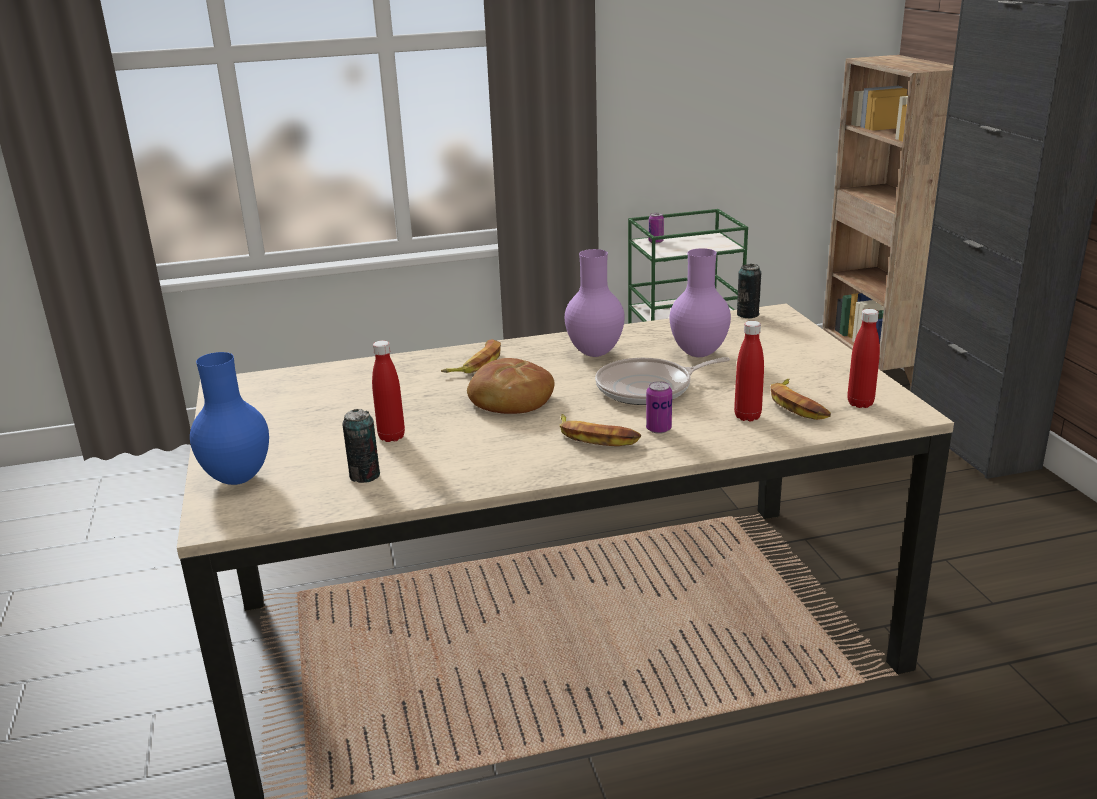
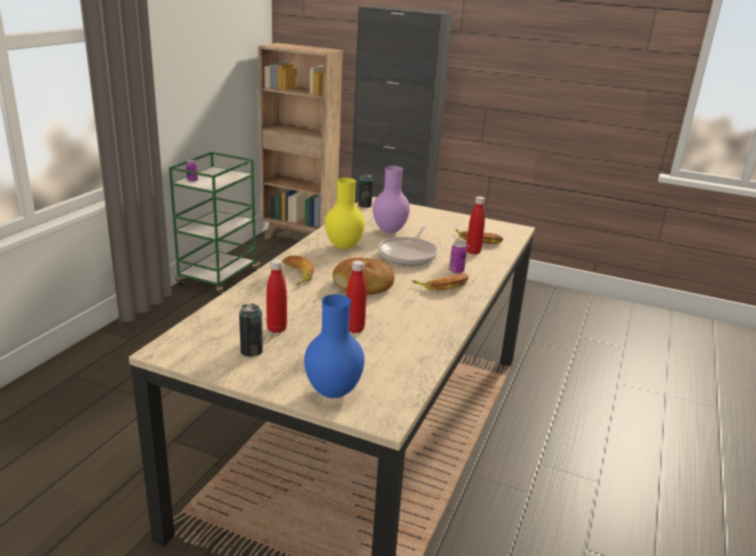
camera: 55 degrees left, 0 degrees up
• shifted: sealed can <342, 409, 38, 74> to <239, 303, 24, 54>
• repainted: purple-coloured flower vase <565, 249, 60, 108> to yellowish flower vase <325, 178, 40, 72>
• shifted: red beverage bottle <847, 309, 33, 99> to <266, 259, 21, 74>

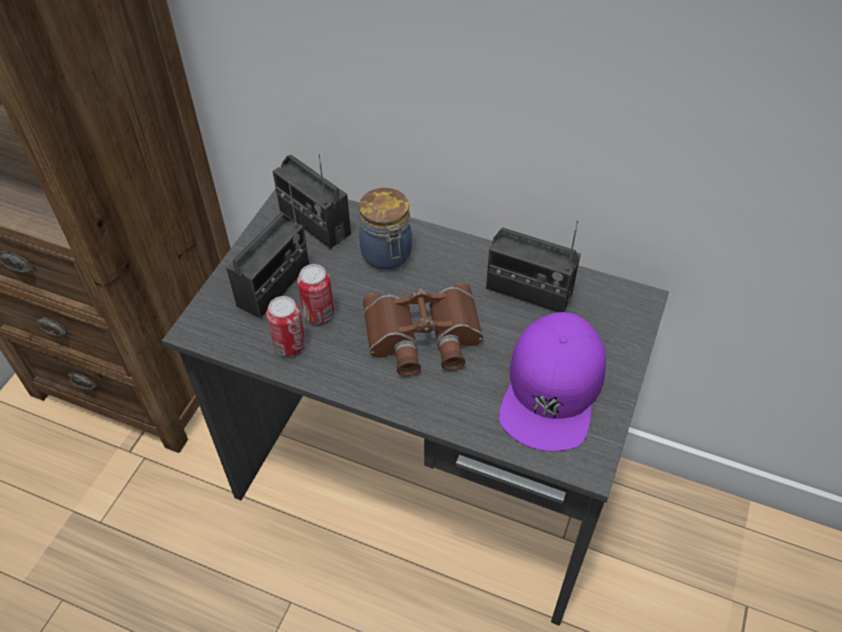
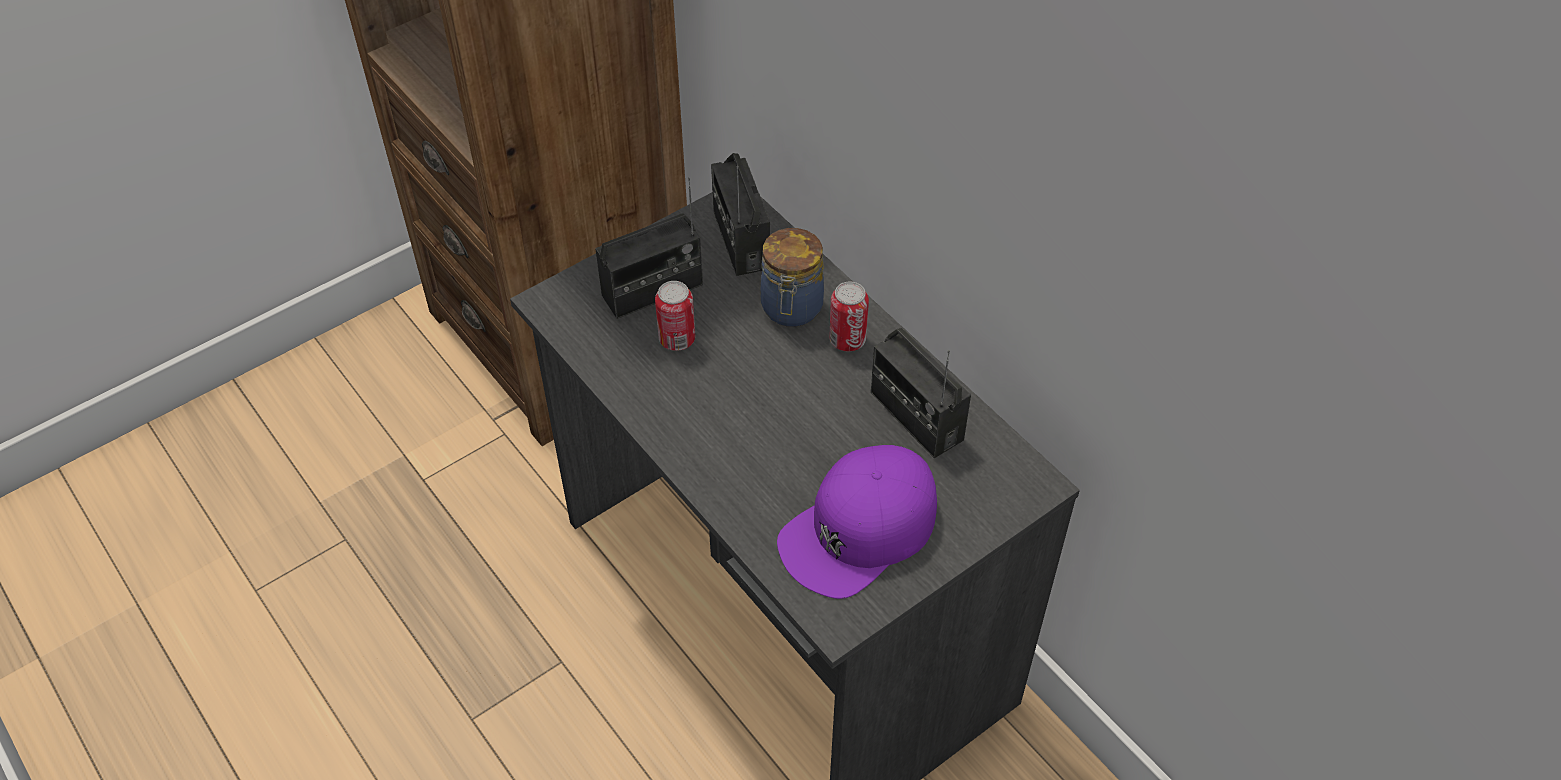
camera: 30 degrees right, 0 degrees up
• shifted: sealed can <266, 296, 40, 60> to <829, 281, 40, 70>
• gone: brownish field glasses <363, 283, 120, 93>

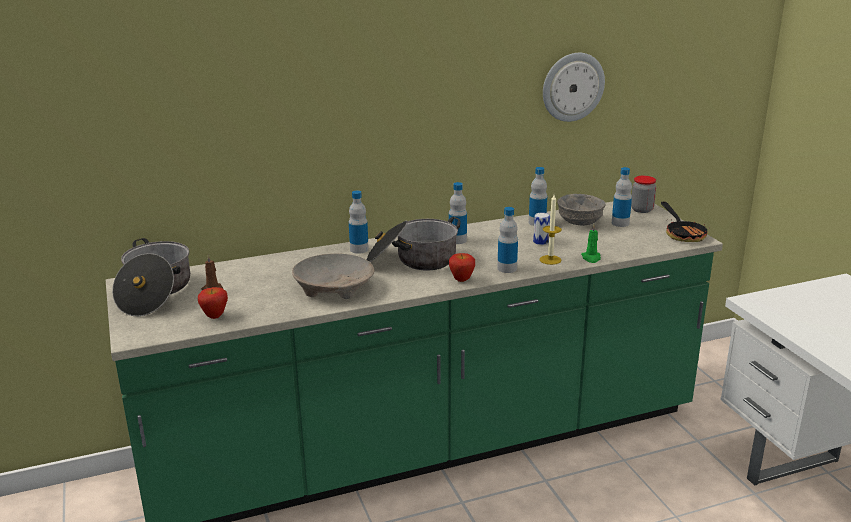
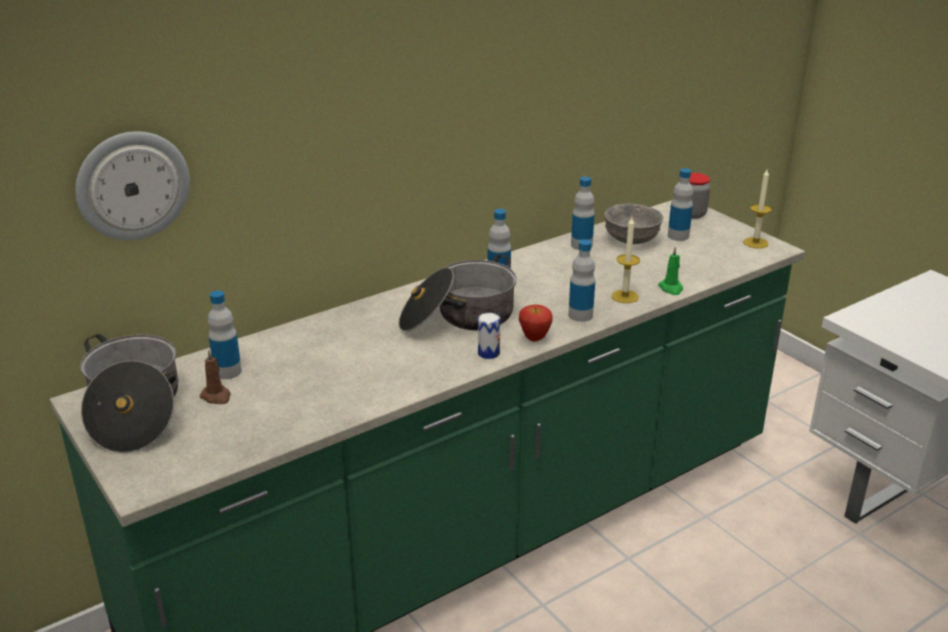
camera: 15 degrees left, 5 degrees up
• gone: whole apple <198, 287, 30, 32>
• gone: beige-coloured deep dish <292, 253, 83, 46>
• shifted: beverage bottle <349, 191, 20, 63> to <208, 291, 34, 88>
• shifted: sealed can <533, 212, 17, 33> to <478, 313, 22, 46>
• shifted: hanging clock <543, 53, 62, 69> to <75, 131, 115, 109>
• swapped: pan <661, 201, 47, 41> to wax light <743, 170, 29, 79>

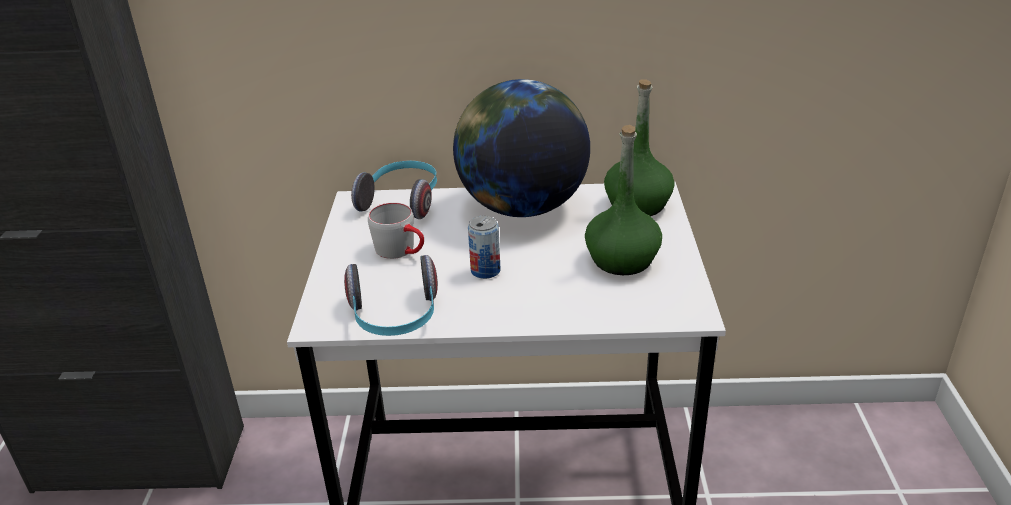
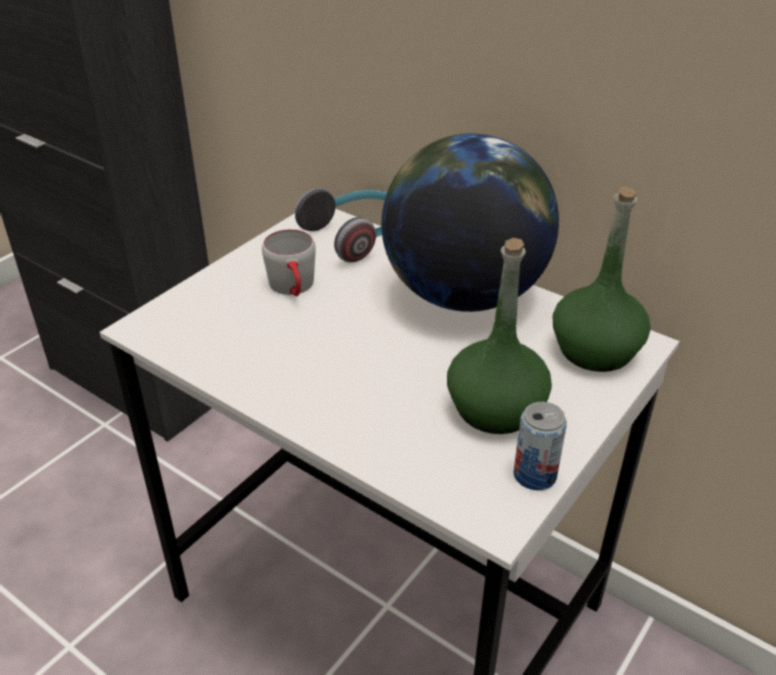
camera: 35 degrees right, 5 degrees up
• gone: pair of headphones <344, 255, 94, 81>
• shifted: sealed can <468, 216, 32, 63> to <513, 402, 54, 88>

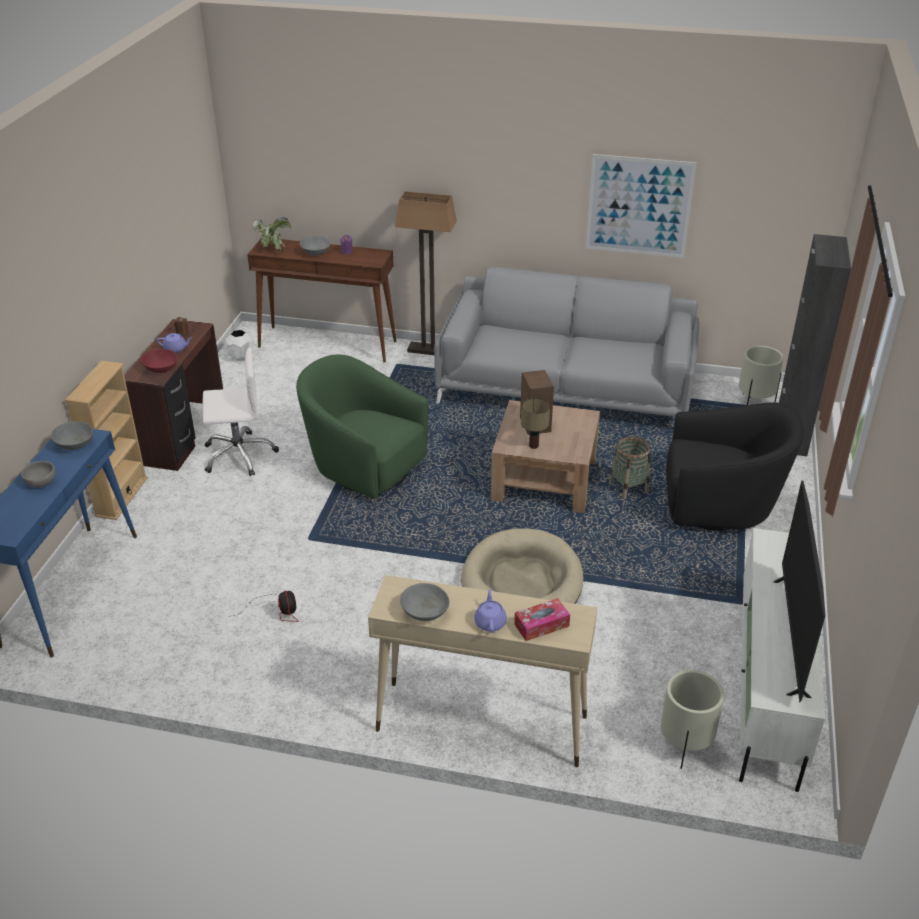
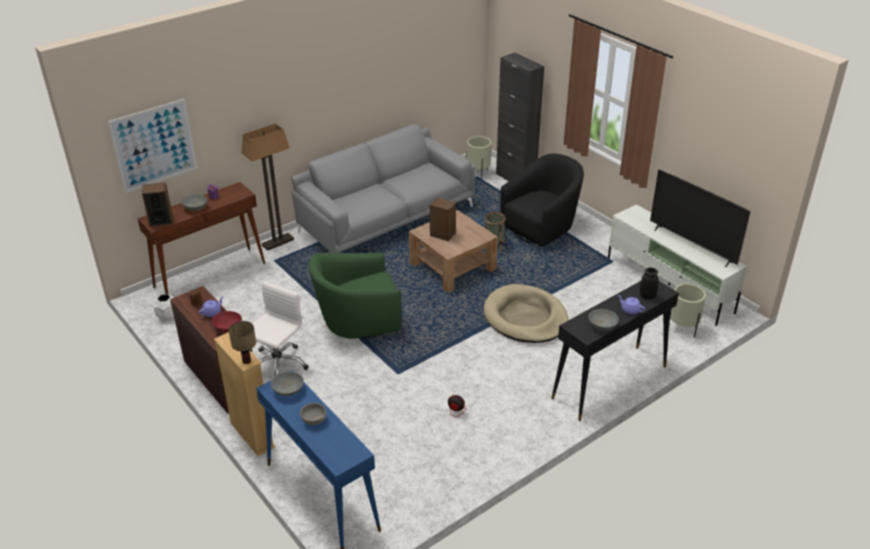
camera: 50 degrees left, 0 degrees up
• swapped: houseplant <253, 217, 38, 34> to speaker <142, 182, 31, 45>
• repainted: beige-coloured narrow table <368, 575, 229, 192> to blackish narrow table <551, 281, 128, 140>
• swapped: tissue holder <514, 598, 56, 43> to blackish flower vase <640, 268, 19, 31>
• shifted: lamp for a table <521, 398, 29, 51> to <229, 321, 27, 43>
• shifted: picture <586, 154, 111, 104> to <108, 99, 89, 94>

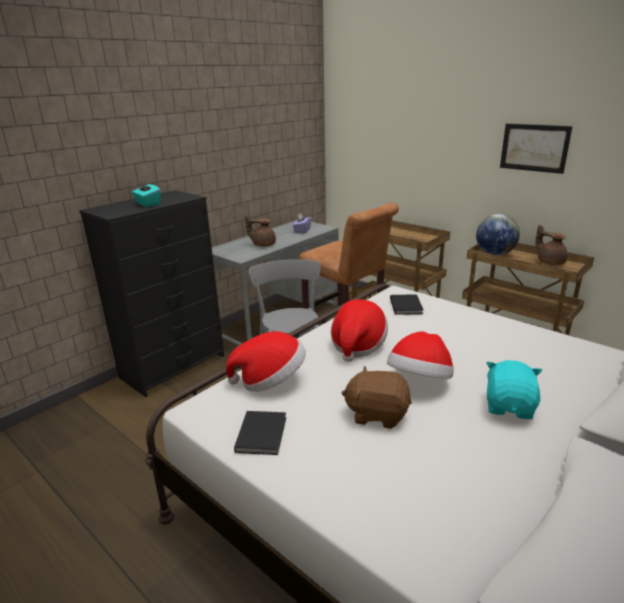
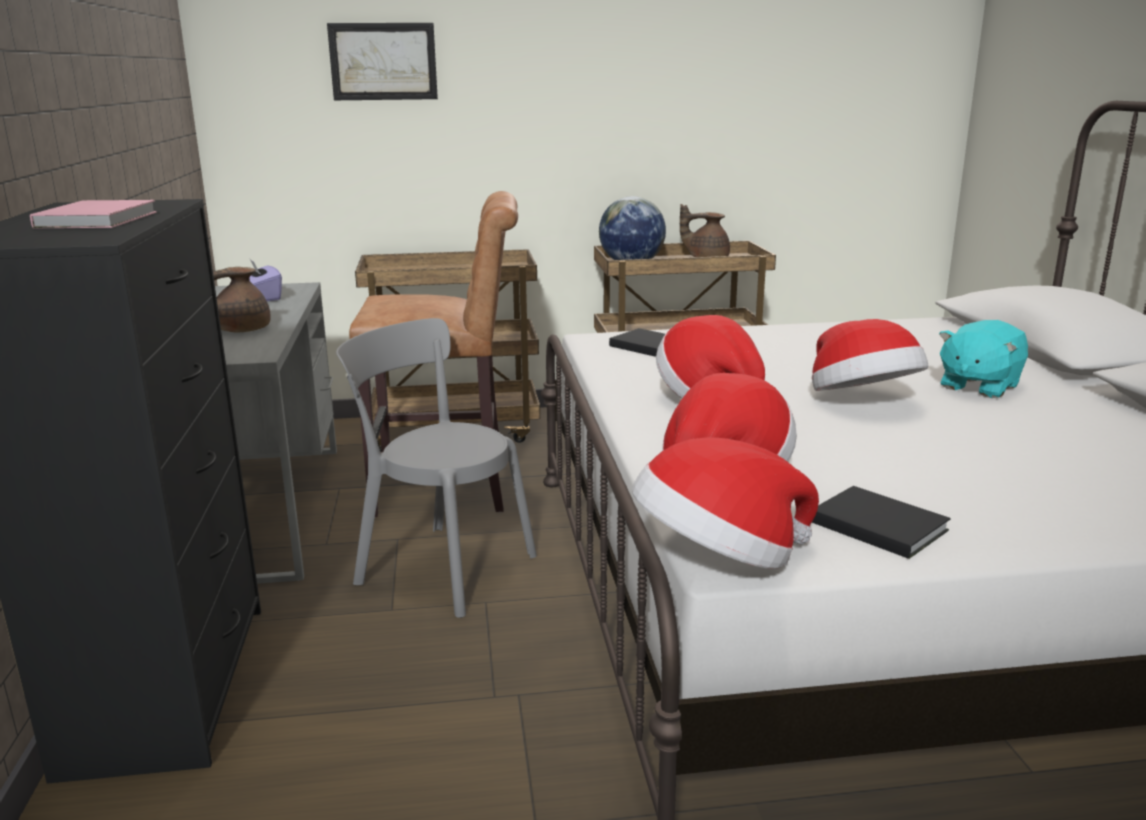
camera: 50 degrees left, 5 degrees down
• swapped: turquoise tissue holder <132, 181, 29, 26> to pinkish bound book <30, 200, 127, 28>
• gone: brownish cuddly toy <342, 366, 70, 63>
• rotated: turquoise cuddly toy <486, 360, 56, 59> = <939, 320, 89, 78> 105 degrees counterclockwise
• shifted: picture <500, 124, 73, 50> to <327, 23, 111, 77>
• new: hat <632, 437, 187, 132>

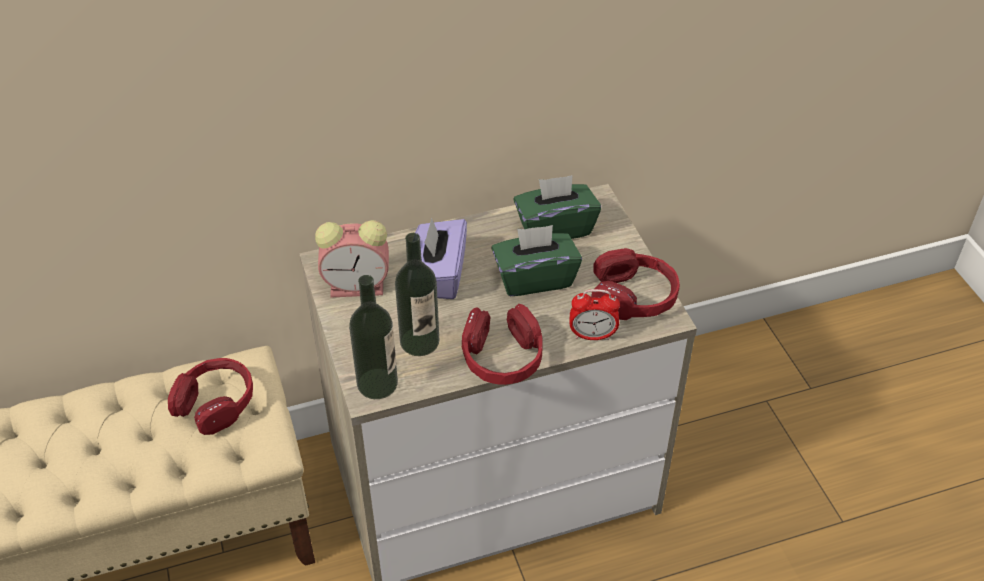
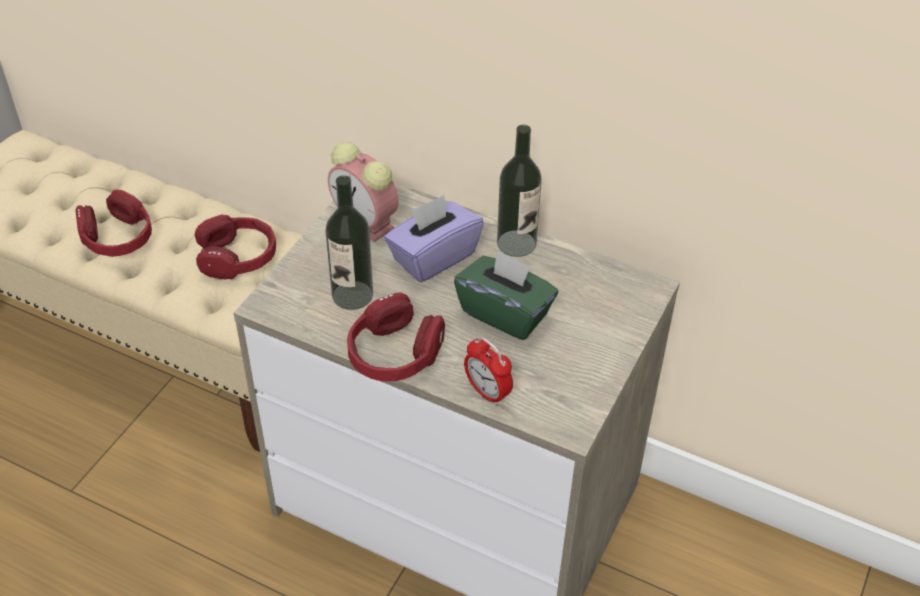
camera: 45 degrees right, 0 degrees up
• shifted: beverage bottle <349, 275, 49, 124> to <497, 125, 45, 132>
• gone: green tissue holder <513, 175, 88, 64>
• shifted: red pair of headphones <591, 248, 89, 72> to <75, 190, 77, 67>

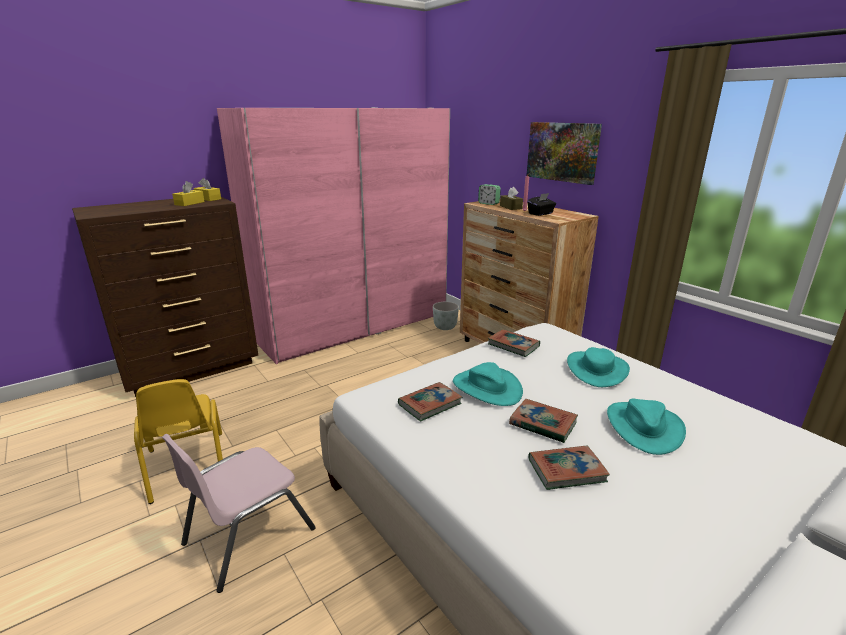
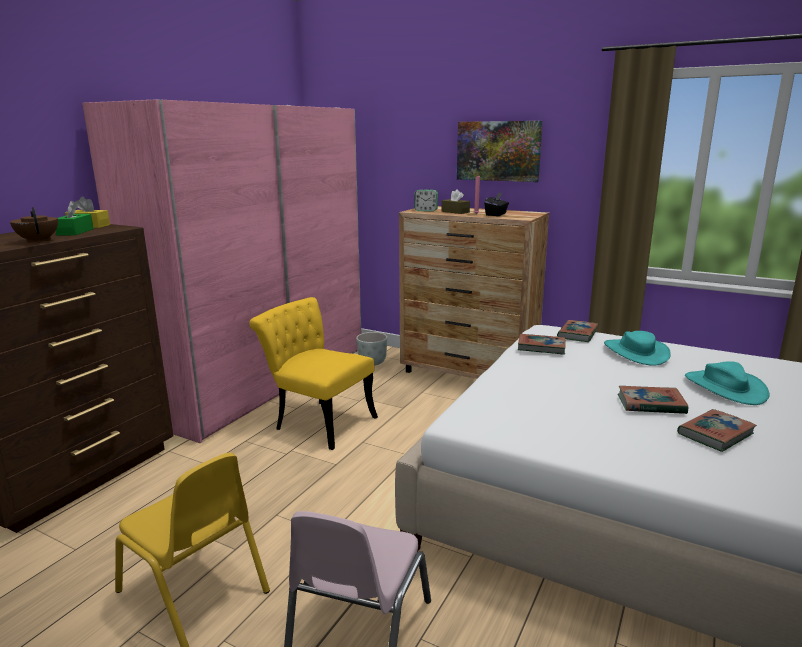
camera: 25 degrees left, 5 degrees down
• repainted: yellowish tissue holder <172, 181, 33, 25> to green tissue holder <55, 201, 39, 35>
• shifted: bound book <398, 382, 64, 39> to <557, 320, 41, 22>
• gone: turquoise hat <453, 362, 70, 44>
• new: brownish tea pot <10, 207, 48, 36>
• new: yellowish chair <249, 297, 129, 153>

